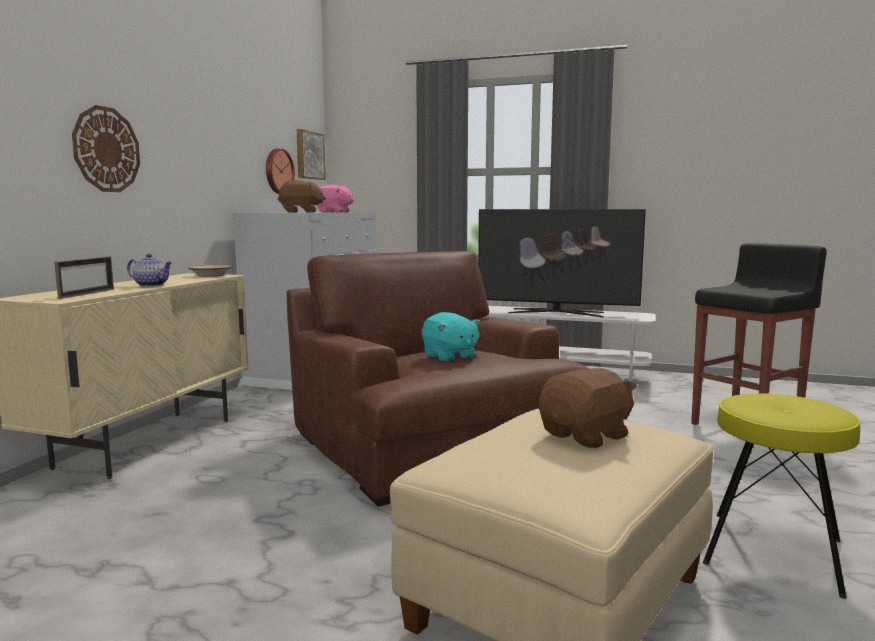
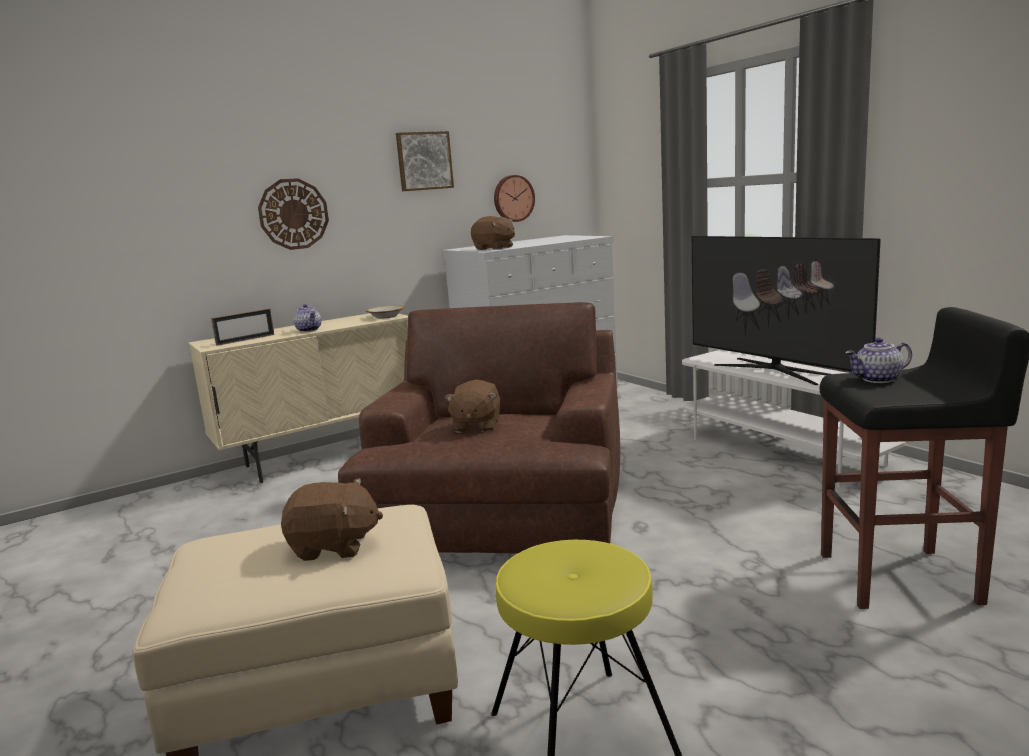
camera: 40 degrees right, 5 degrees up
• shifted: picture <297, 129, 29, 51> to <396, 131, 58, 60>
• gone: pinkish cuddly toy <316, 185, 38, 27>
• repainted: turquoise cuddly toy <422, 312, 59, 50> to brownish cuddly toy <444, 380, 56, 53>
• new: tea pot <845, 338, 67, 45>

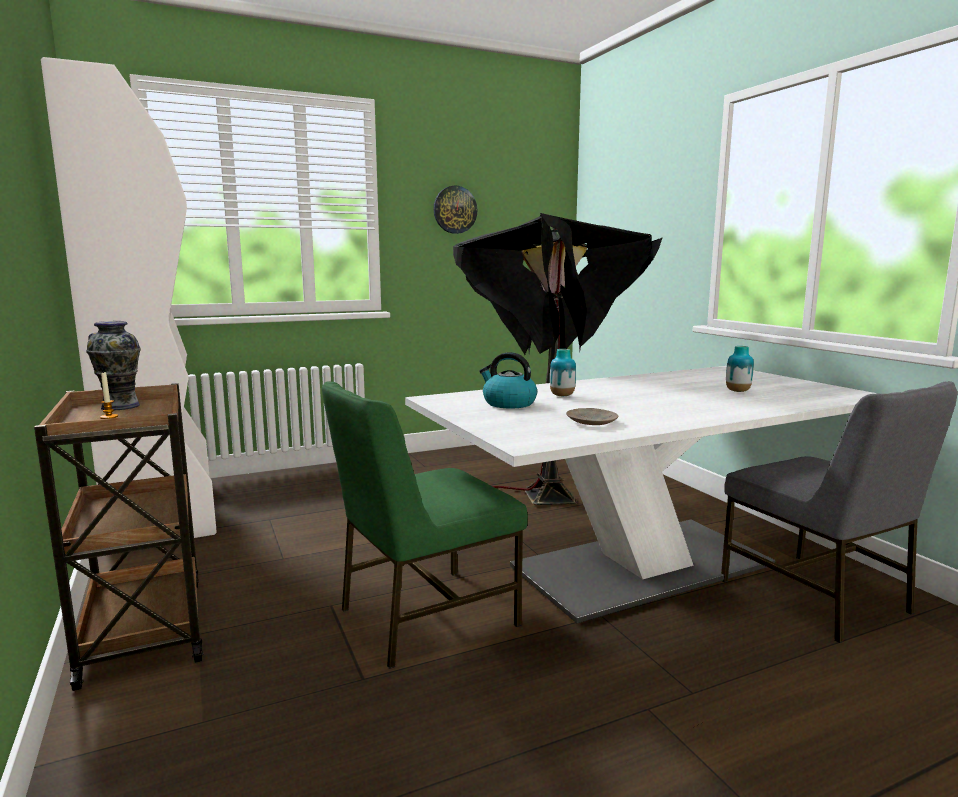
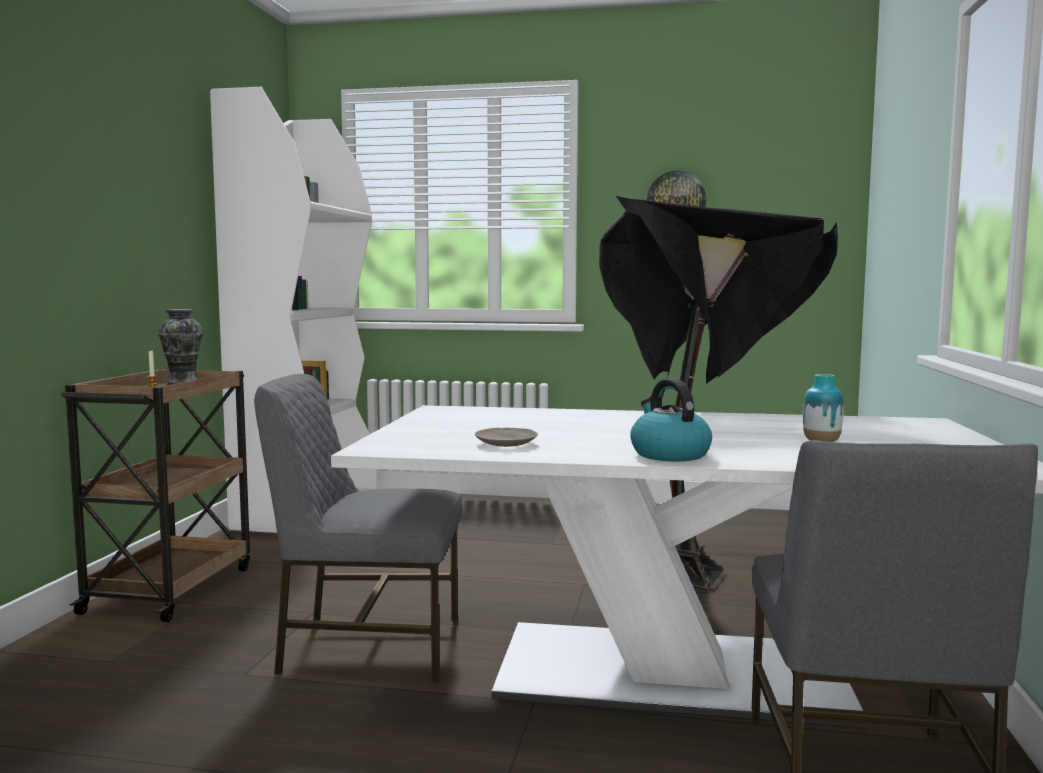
camera: 35 degrees right, 5 degrees down
• repainted: green chair <322, 381, 206, 288> to greyish chair <254, 374, 208, 308>
• shifted: tea kettle <479, 352, 58, 56> to <630, 378, 82, 83>
• gone: flower vase <550, 349, 26, 47>

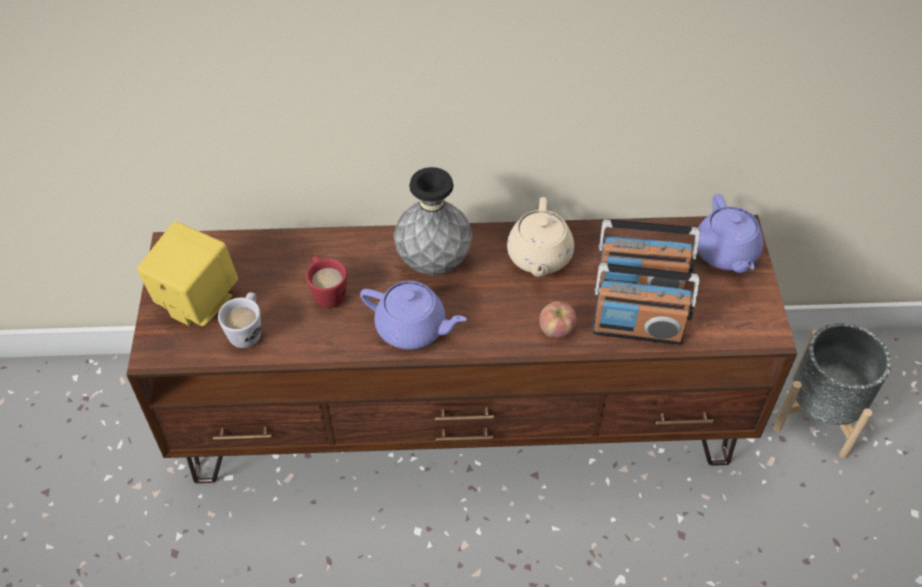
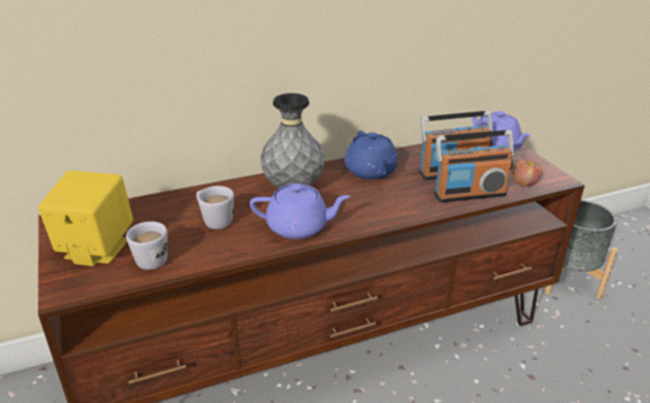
camera: 20 degrees left, 20 degrees down
• repainted: red coffee mug <306, 256, 41, 52> to whitish coffee mug <196, 186, 38, 43>
• repainted: beige-coloured tea pot <507, 197, 67, 80> to bluish tea pot <345, 131, 53, 49>
• shifted: whole apple <539, 301, 37, 37> to <512, 159, 30, 28>

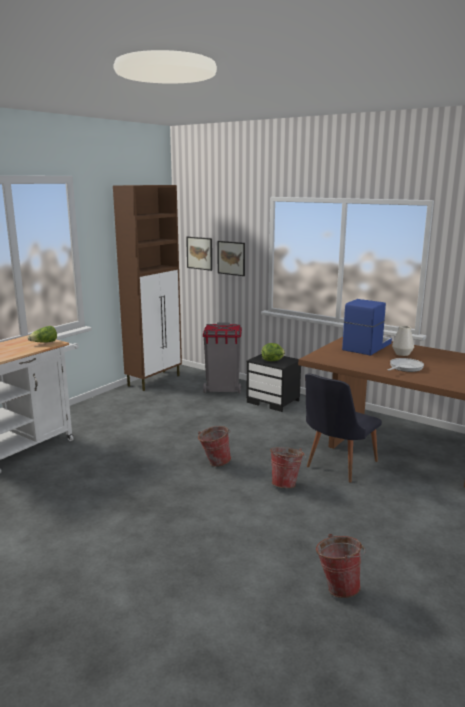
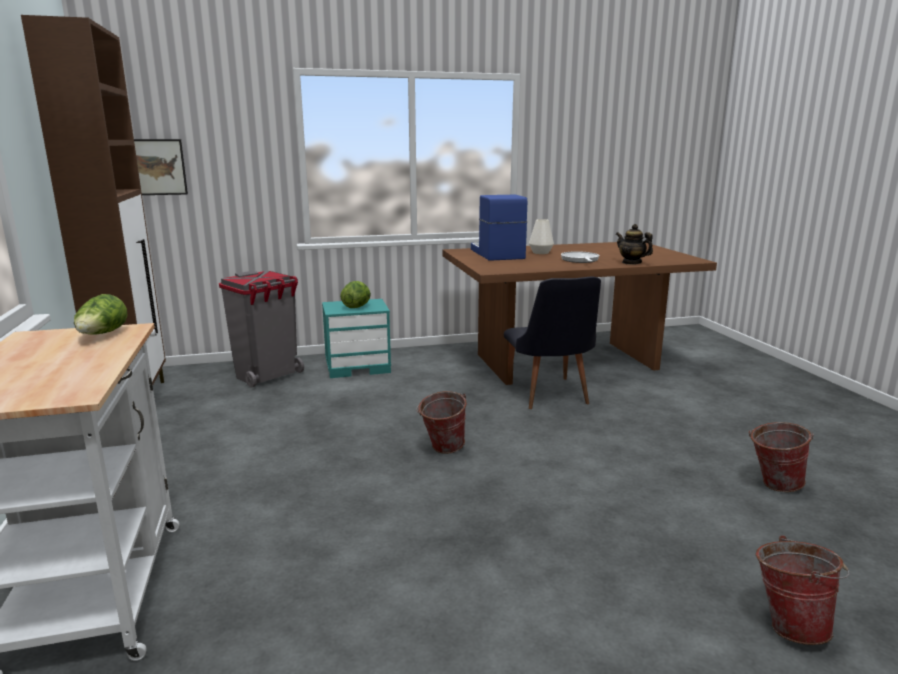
camera: 50 degrees left, 0 degrees up
• gone: picture <217, 241, 28, 35>
• repainted: blackish night table <246, 354, 55, 58> to turquoise night table <322, 299, 69, 79>
• shifted: bucket <270, 447, 36, 41> to <756, 536, 94, 109>
• new: tea pot <616, 224, 37, 41>

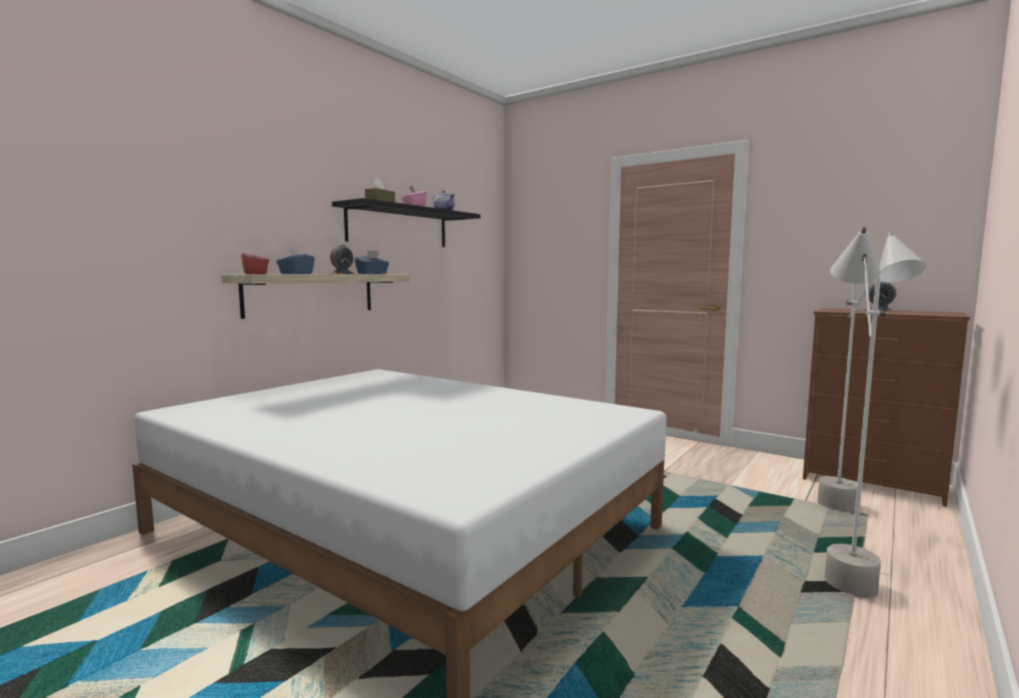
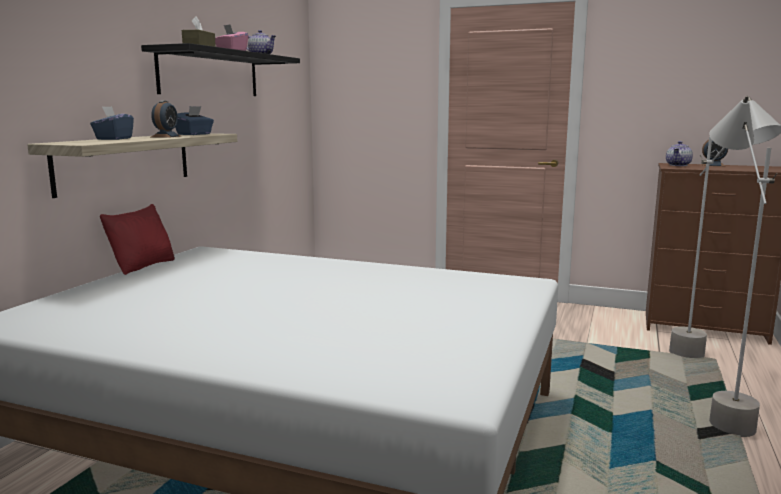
camera: 15 degrees left, 5 degrees up
• gone: red tissue holder <241, 246, 28, 28>
• new: red throw pillow <100, 204, 75, 71>
• new: tea pot <666, 141, 27, 25>

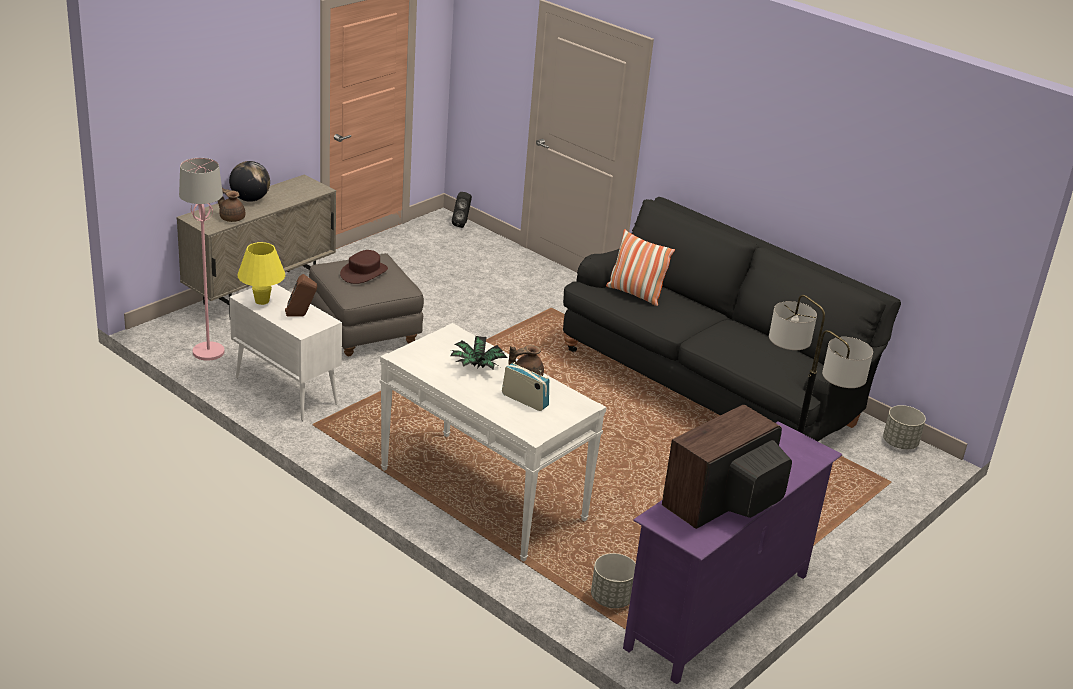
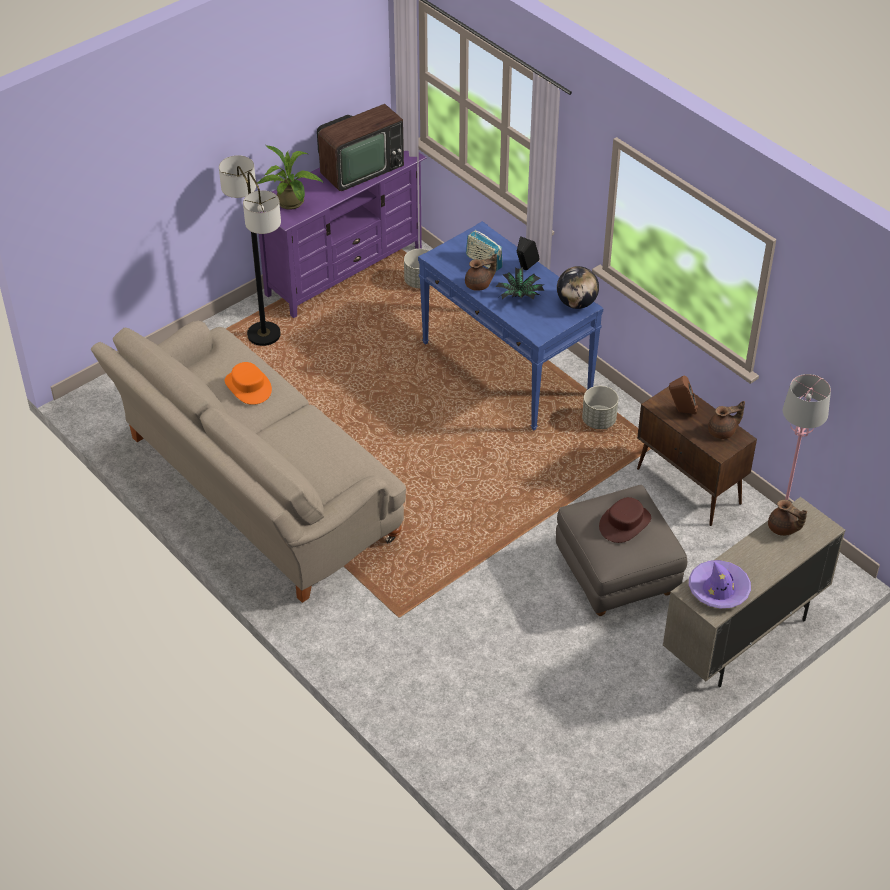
camera: 170 degrees left, 15 degrees up
• shifted: world globe <229, 161, 41, 41> to <557, 266, 42, 43>
• repainted: whitish cabinet <229, 284, 113, 137> to brownish cabinet <637, 386, 120, 140>
• swapped: yellowish lamp for a table <237, 242, 48, 63> to brownish tea pot <708, 401, 37, 38>
• repainted: whitish narrow table <380, 323, 226, 239> to bluish narrow table <418, 221, 185, 209>
• shifted: blackish speaker <452, 192, 20, 36> to <517, 236, 23, 34>
• repainted: blackish sofa <563, 197, 338, 244> to beige-coloured sofa <91, 321, 315, 282>
• gone: throw pillow <606, 229, 69, 77>
• shifted: greyish plant pot <883, 405, 43, 44> to <582, 386, 36, 43>
• new: orange hat <225, 362, 47, 43>
• new: houseplant <257, 145, 67, 65>
• new: purple-coloured hat <689, 560, 62, 48>

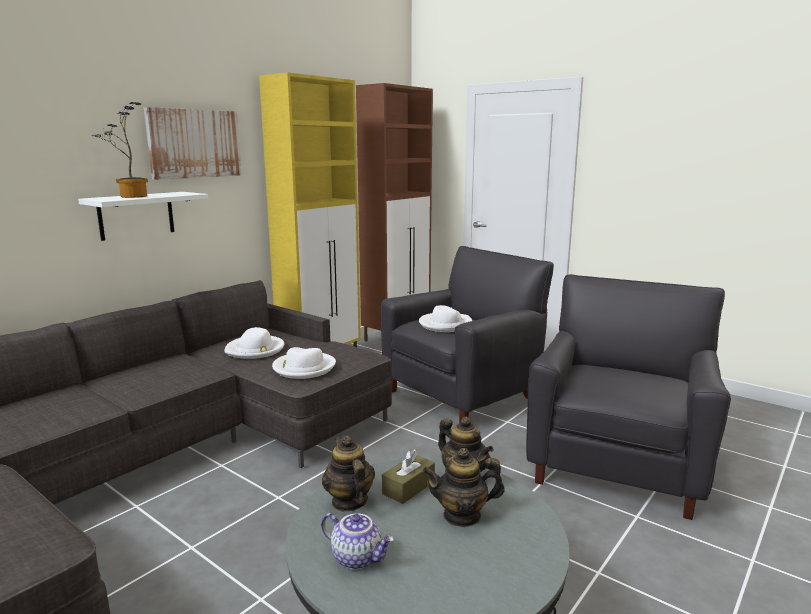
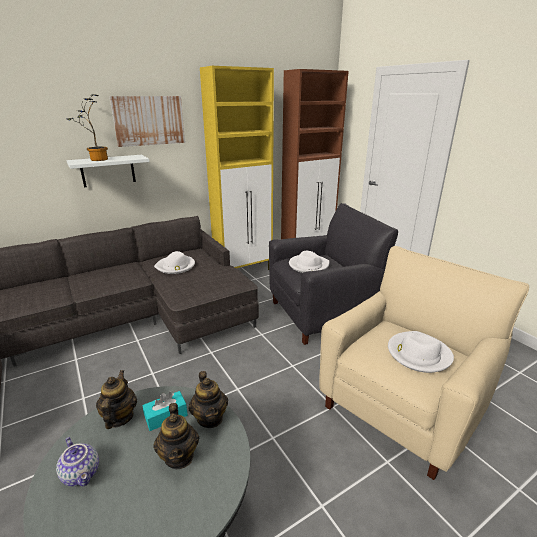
camera: 20 degrees right, 10 degrees up
• shifted: whitish hat <272, 347, 64, 32> to <388, 331, 66, 42>
• repainted: brownish tissue holder <382, 449, 53, 55> to turquoise tissue holder <142, 391, 46, 40>
• rotated: tea pot <422, 448, 83, 79> = <153, 403, 46, 66> 120 degrees counterclockwise
• repainted: blackish lounge chair <526, 274, 205, 246> to beige-coloured lounge chair <319, 246, 210, 234>

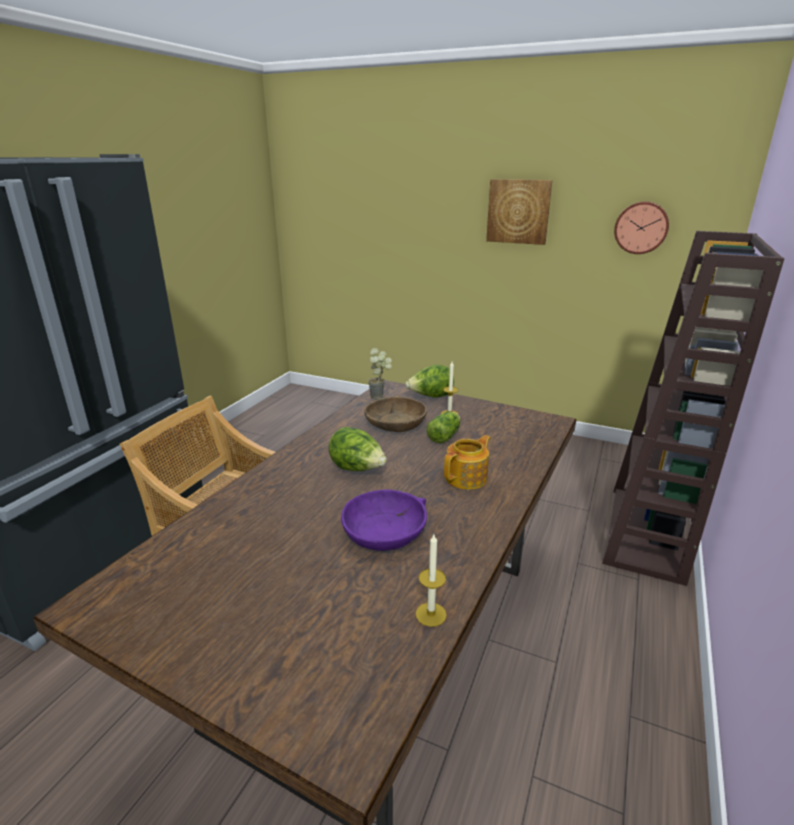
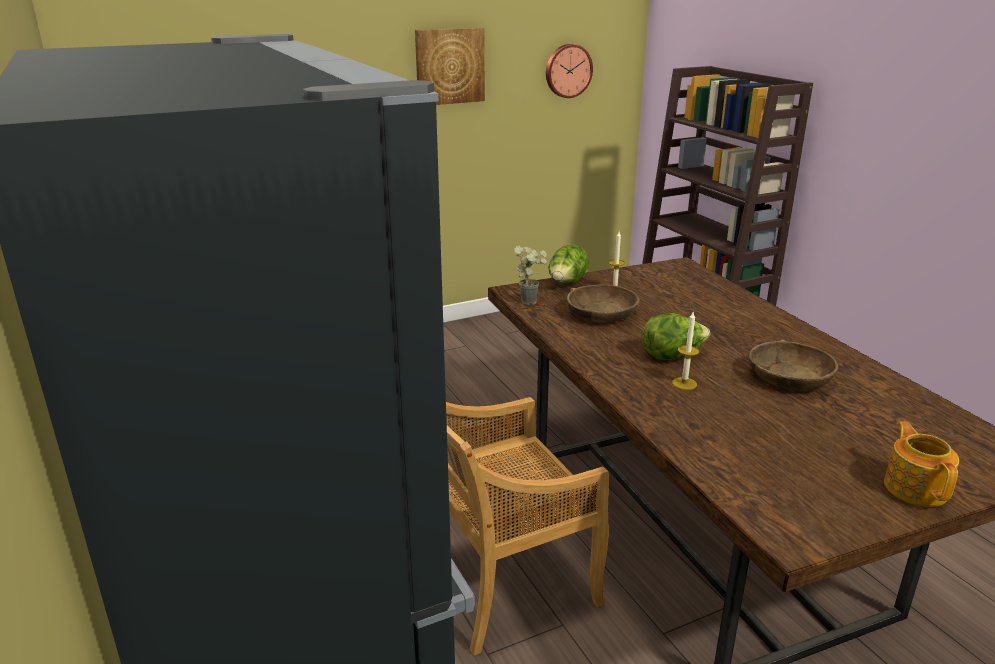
camera: 50 degrees left, 0 degrees up
• repainted: purple-coloured deep dish <341, 489, 86, 62> to brownish deep dish <749, 339, 89, 52>
• shifted: wax light <416, 534, 31, 93> to <672, 312, 27, 78>
• gone: head of lettuce <427, 412, 33, 31>
• shifted: tea pot <444, 435, 47, 55> to <884, 421, 75, 86>

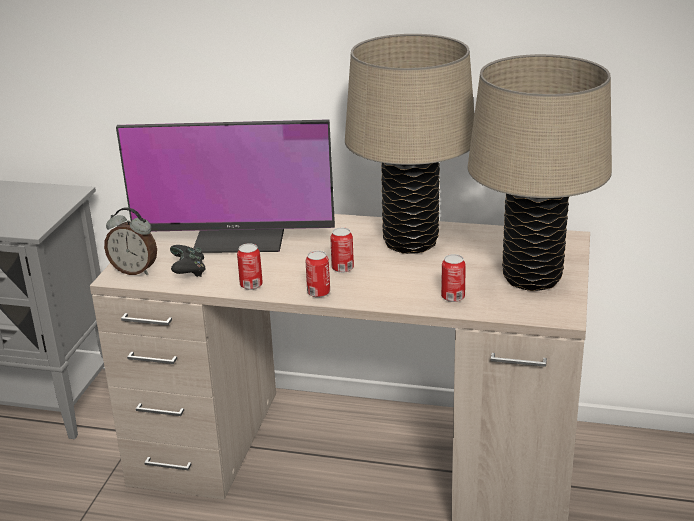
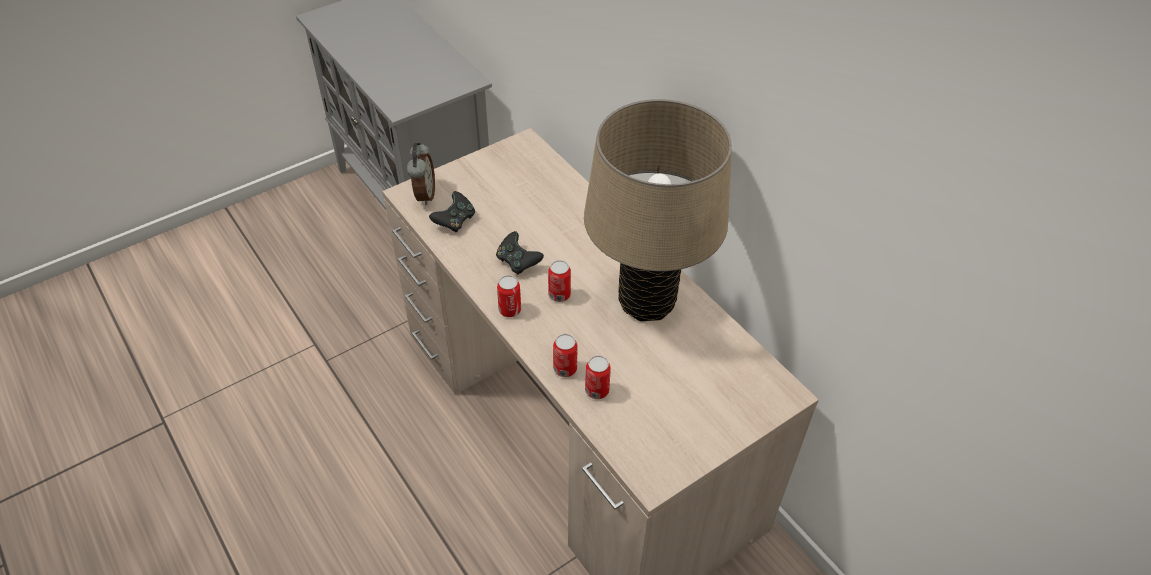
camera: 40 degrees right, 20 degrees up
• rotated: alarm clock <104, 207, 53, 68> = <407, 142, 28, 64> 150 degrees counterclockwise
• gone: computer display <116, 119, 219, 134>
• shifted: sealed can <237, 243, 26, 47> to <553, 334, 24, 43>
• gone: beige-coloured lamp for a table <467, 54, 145, 237>
• new: blackish joypad <496, 231, 48, 44>

